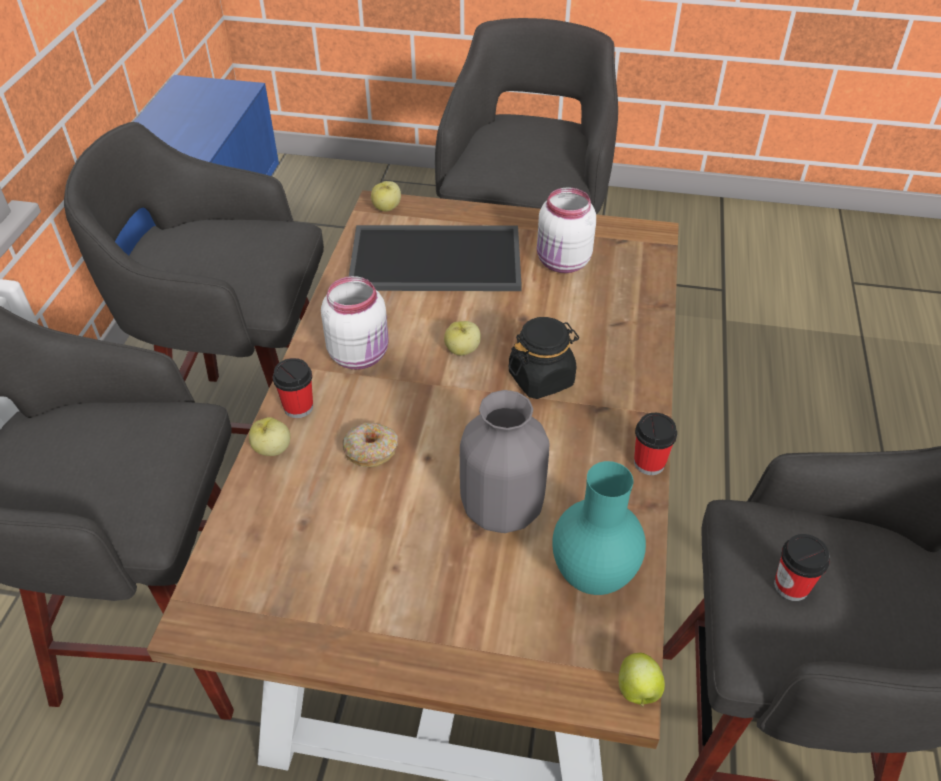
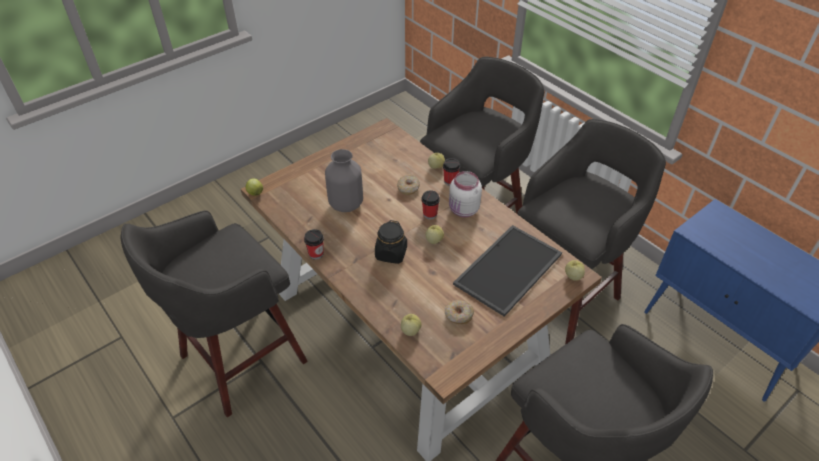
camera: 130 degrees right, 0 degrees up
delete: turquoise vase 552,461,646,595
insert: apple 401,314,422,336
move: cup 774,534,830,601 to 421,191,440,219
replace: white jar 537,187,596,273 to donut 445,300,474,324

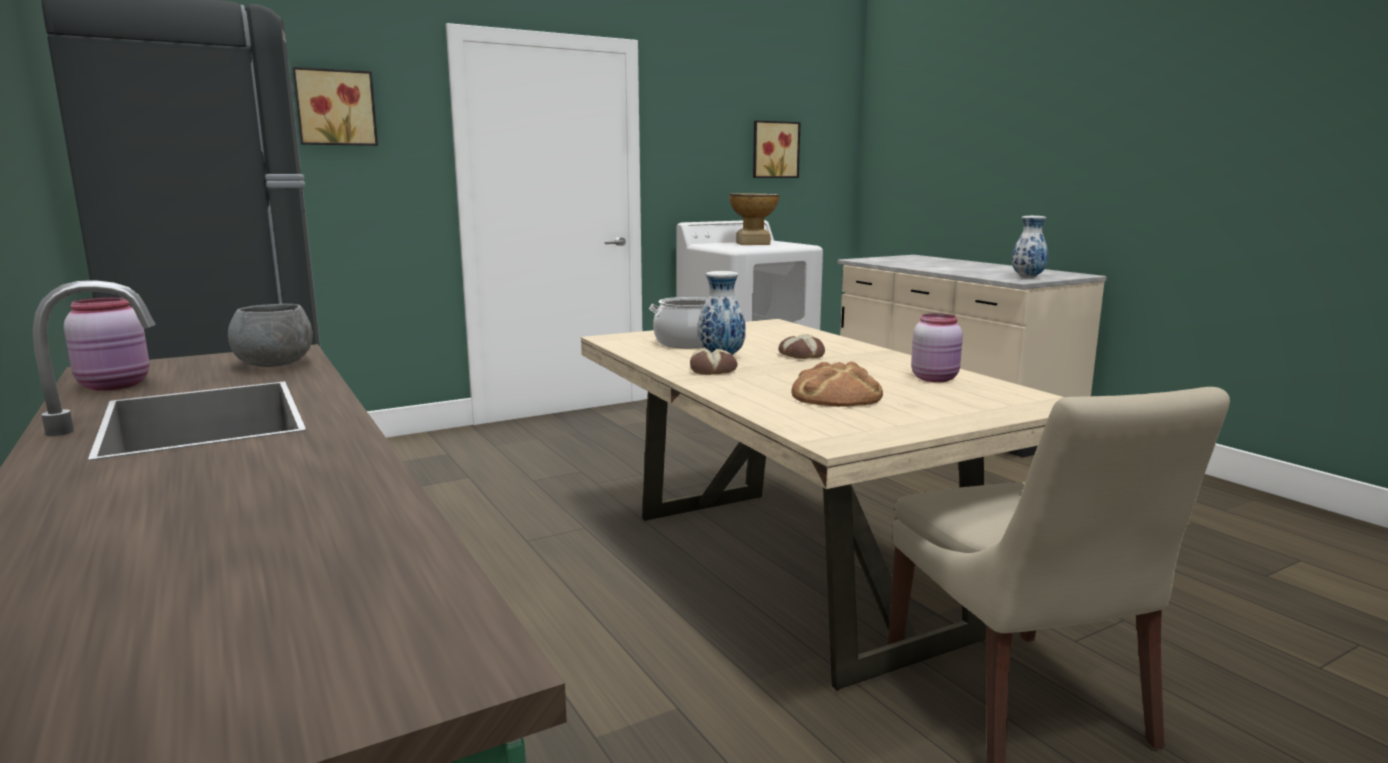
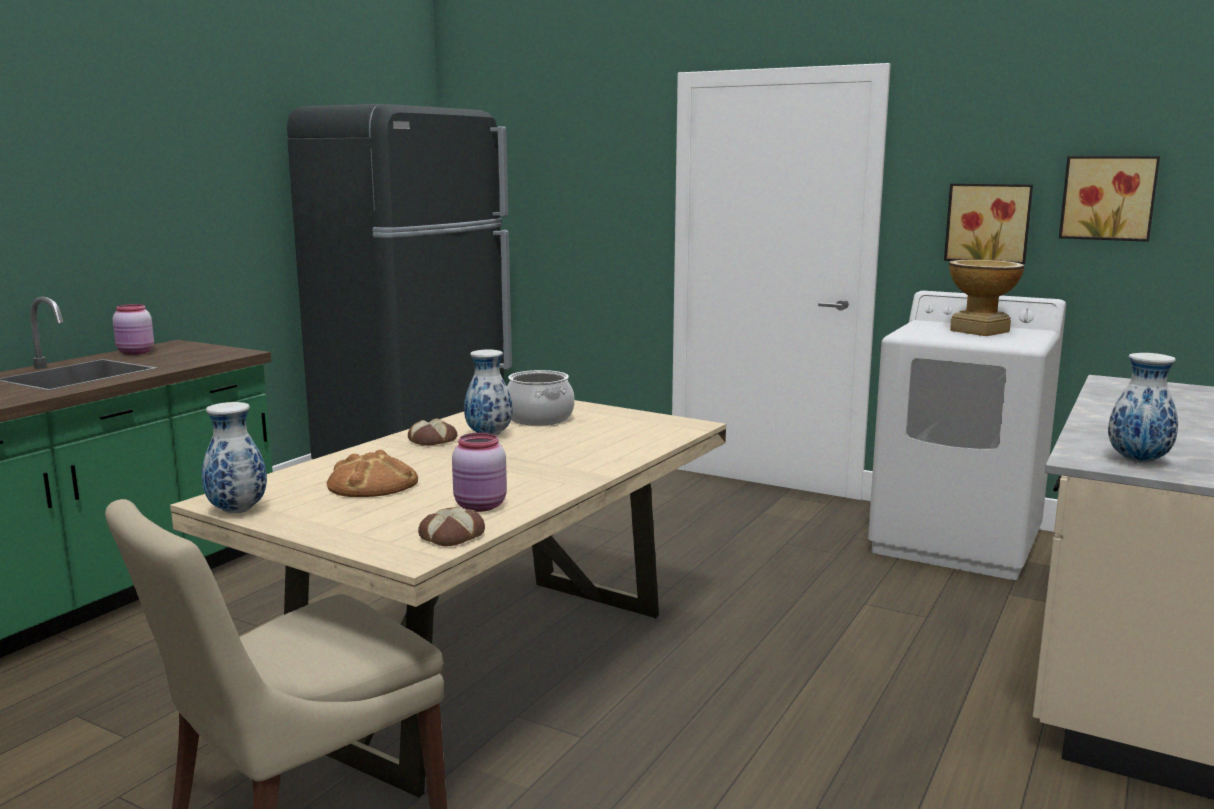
camera: 60 degrees right, 0 degrees up
delete: grey bowl 228,304,313,367
insert: vase 201,402,267,513
move: bread 778,334,825,359 to 418,507,485,546; picture 292,67,378,146 to 944,183,1033,265

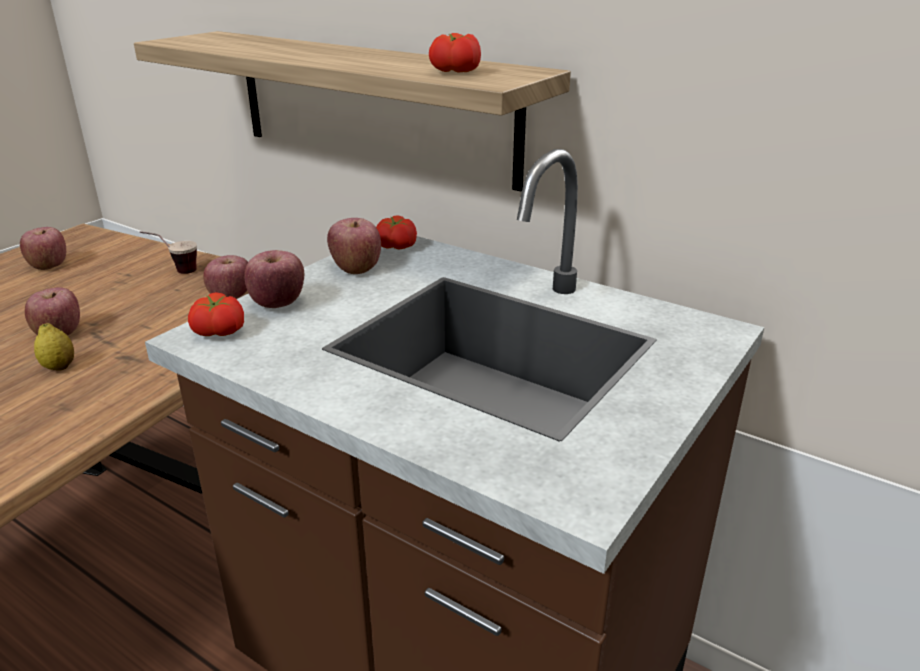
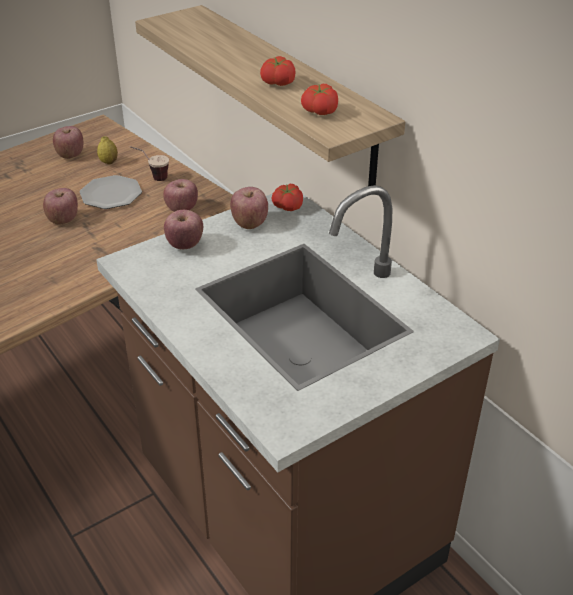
camera: 20 degrees right, 10 degrees up
insert: plate 80,175,142,209
move: lemon 34,324,74,371 to 97,136,118,164; tomato 188,292,244,336 to 260,56,296,86

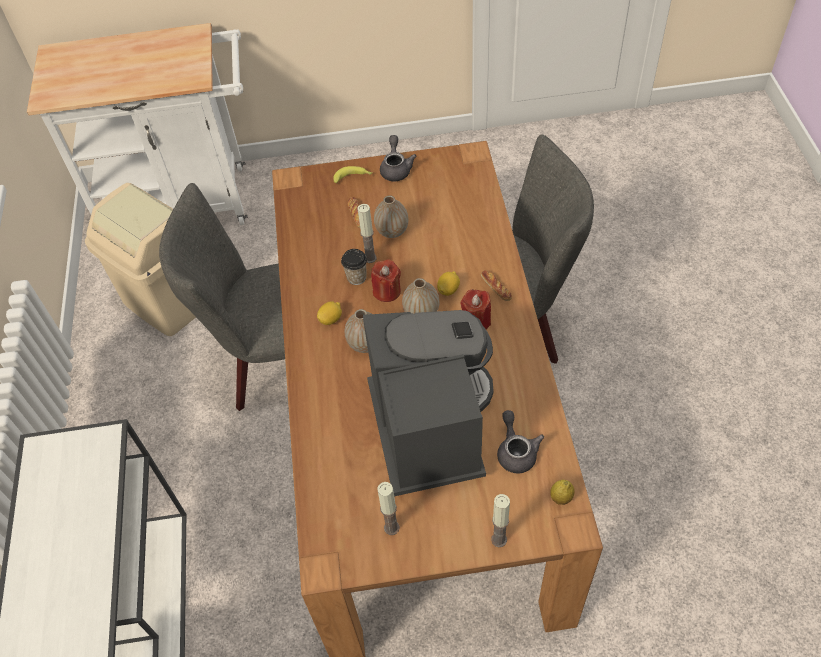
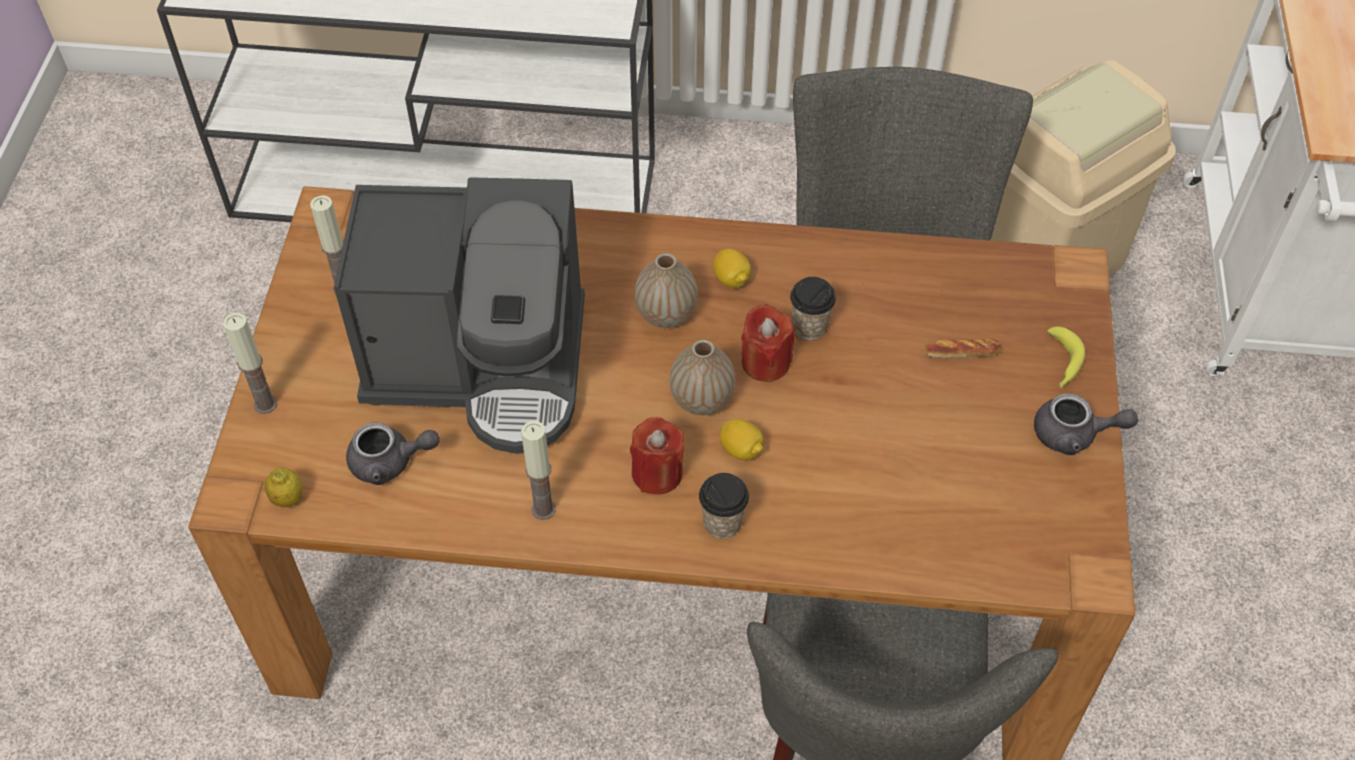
camera: 100 degrees right, 0 degrees up
delete: vase 374,195,408,238
move: candle 357,204,377,263 to 521,421,556,520
replace: bread 481,270,512,301 to cup 699,473,749,539

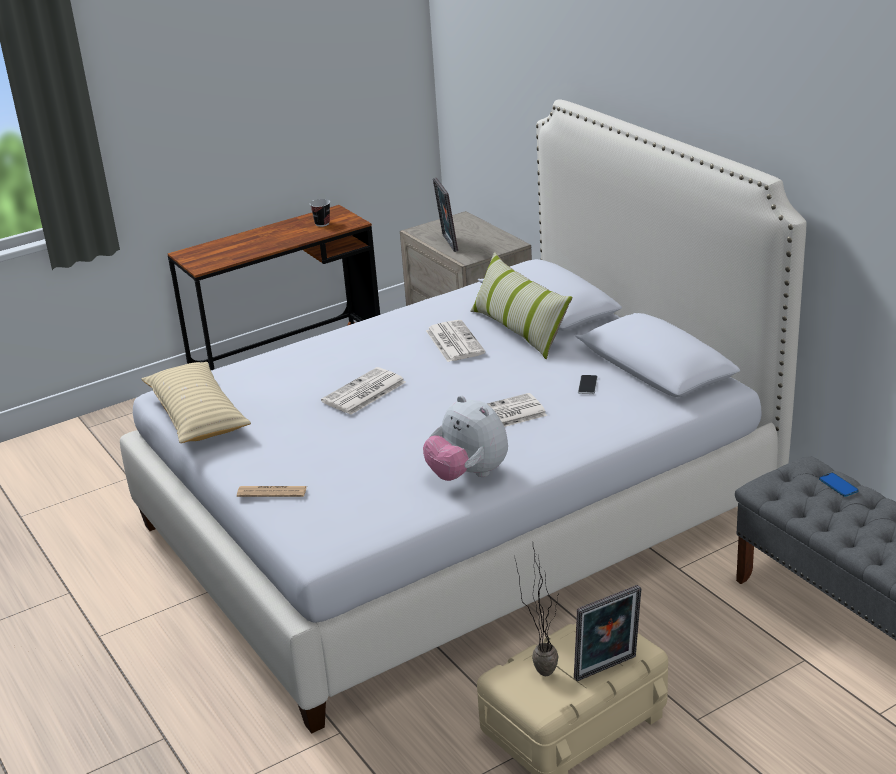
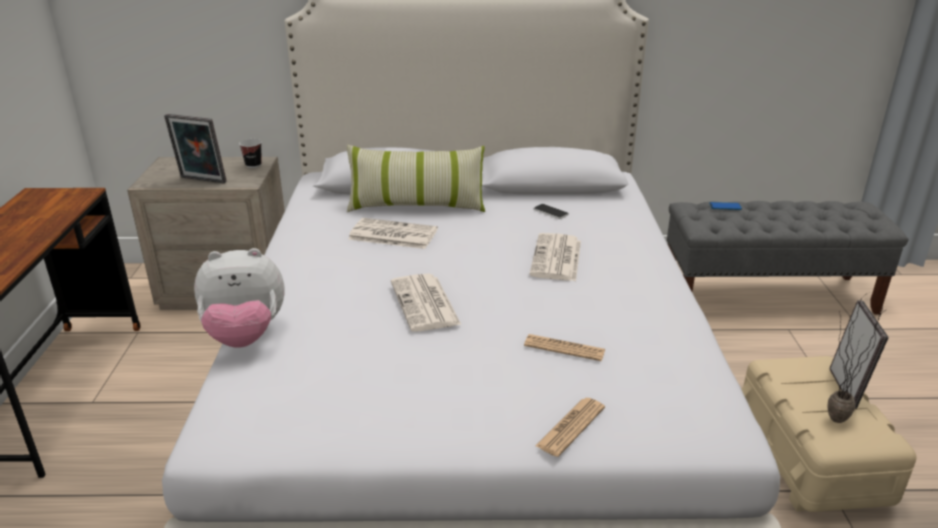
camera: 60 degrees left, 0 degrees up
delete: beige pillow 141,362,251,443
insert: newspaper 524,334,606,361
move: plush toy 423,395,508,481 to 194,248,285,348; cup 310,199,330,227 to 239,139,262,168

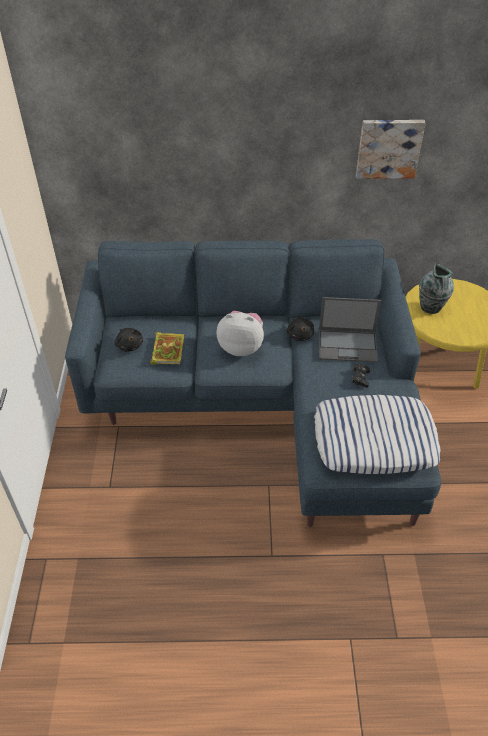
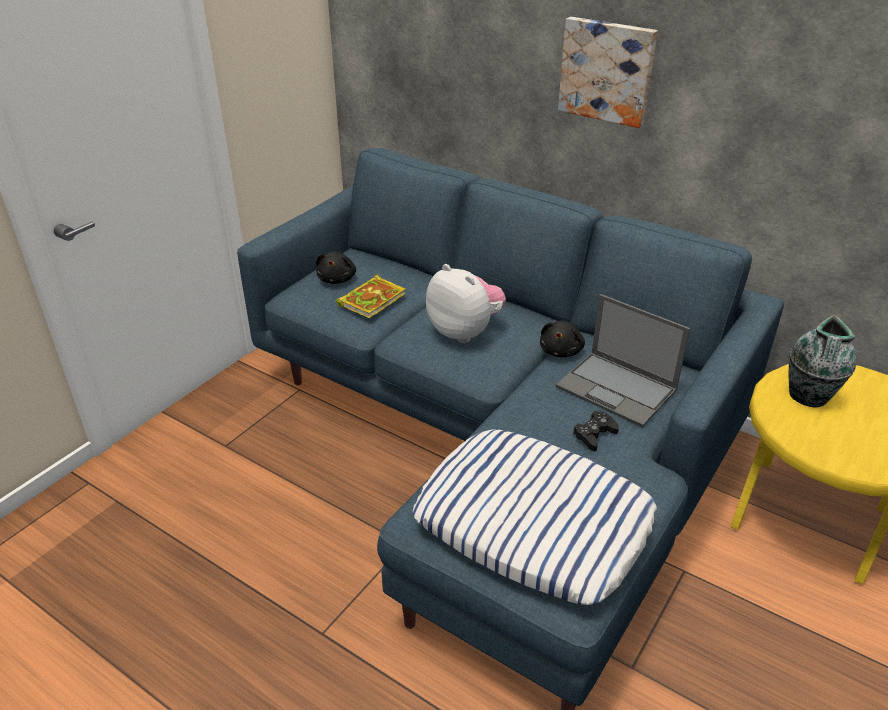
camera: 35 degrees right, 10 degrees down
move: picture 356,120,426,179 to 558,17,658,128

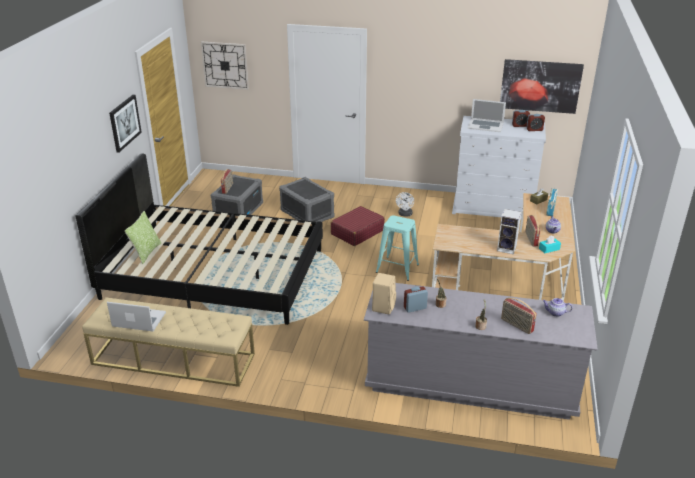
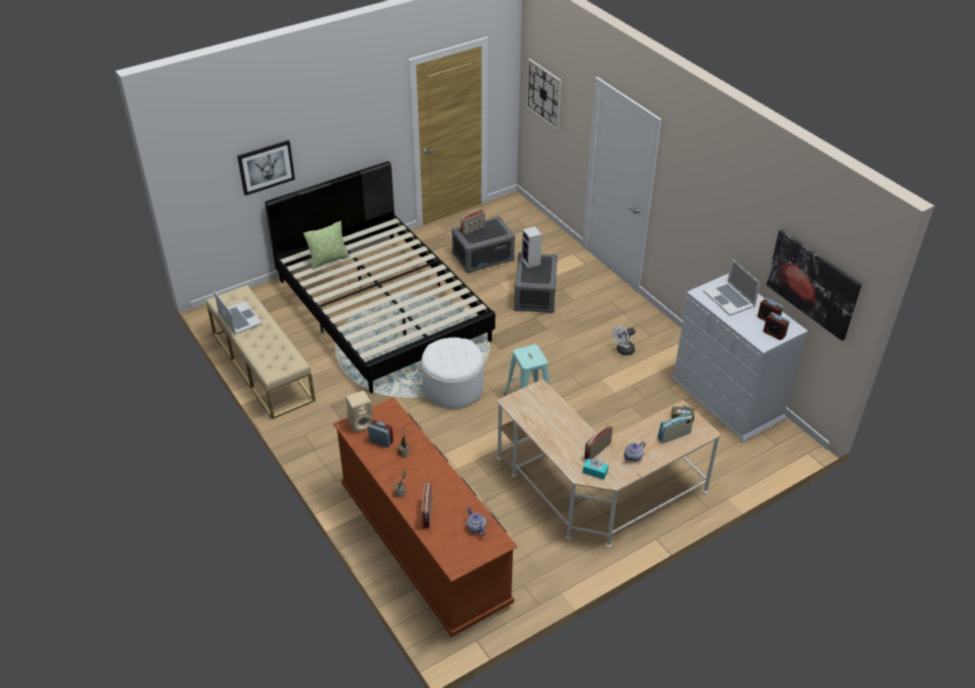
camera: 45 degrees right, 10 degrees up
delete: red suitcase 331,206,385,246
insert: white ottoman 421,337,484,409
move: picture 109,94,142,153 to 237,140,295,196; speaker 497,209,521,255 to 521,226,542,268
recolor: grey dresser 364,283,598,420 to brown dresser 333,397,517,637

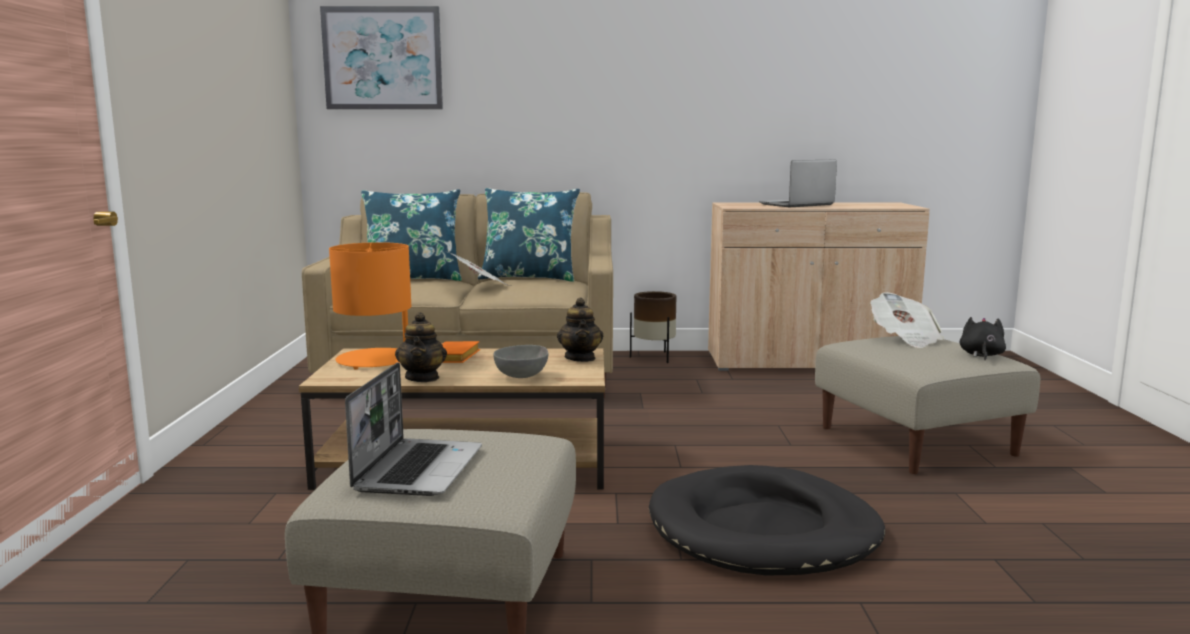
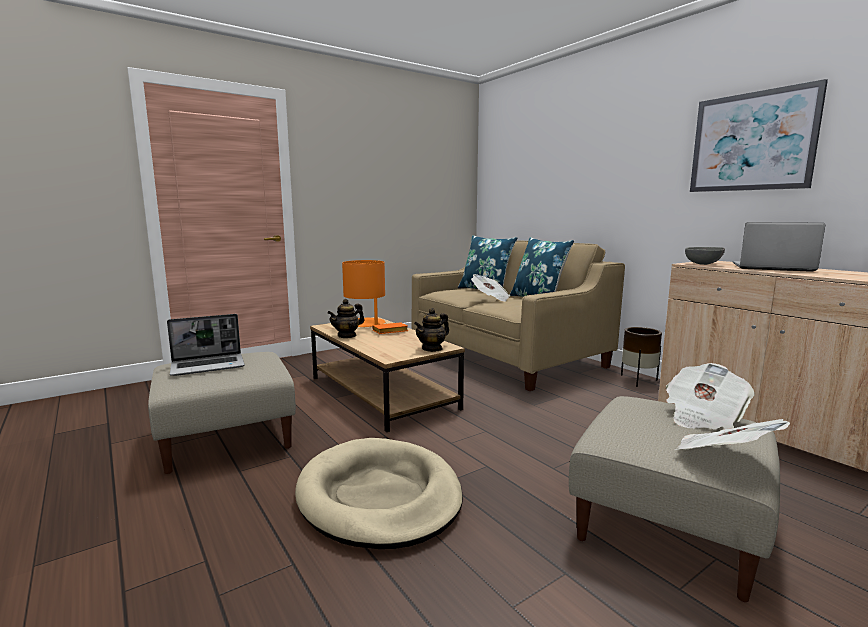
camera: 55 degrees right, 0 degrees up
move: grey bowl 493,345,549,378 to 685,247,725,265; picture 320,6,443,109 to 690,79,828,192
replace: black plush toy 960,317,1006,360 to newspaper 674,419,790,450
recolor: black dog bed 649,465,885,576 to beige dog bed 295,438,463,549

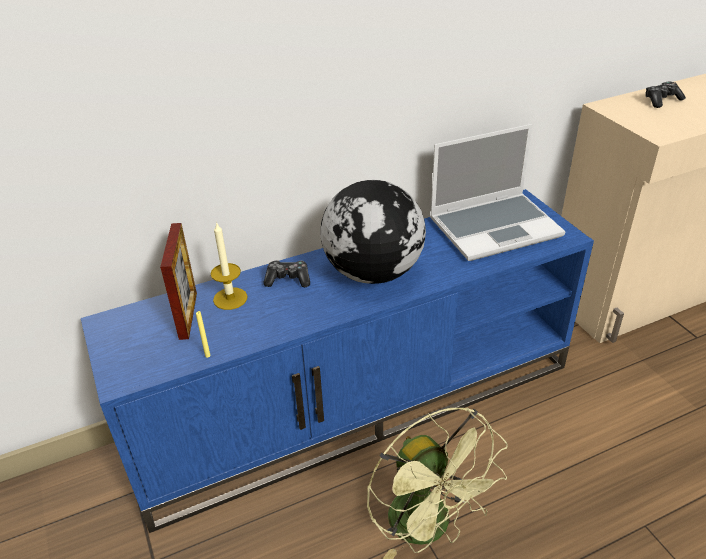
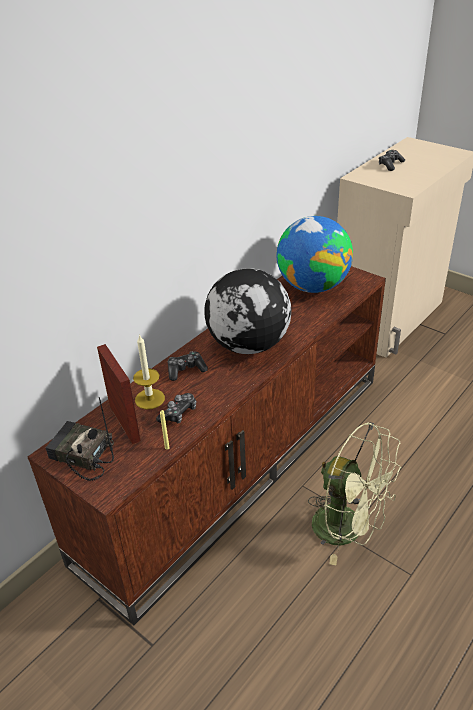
camera: 25 degrees left, 0 degrees up
insert: radio 46,397,114,481; game controller 156,393,197,423
replace: laptop 430,124,566,261 to globe 276,216,353,293
recolor: blue tv stand 81,189,594,533 to brown tv stand 28,266,386,625

